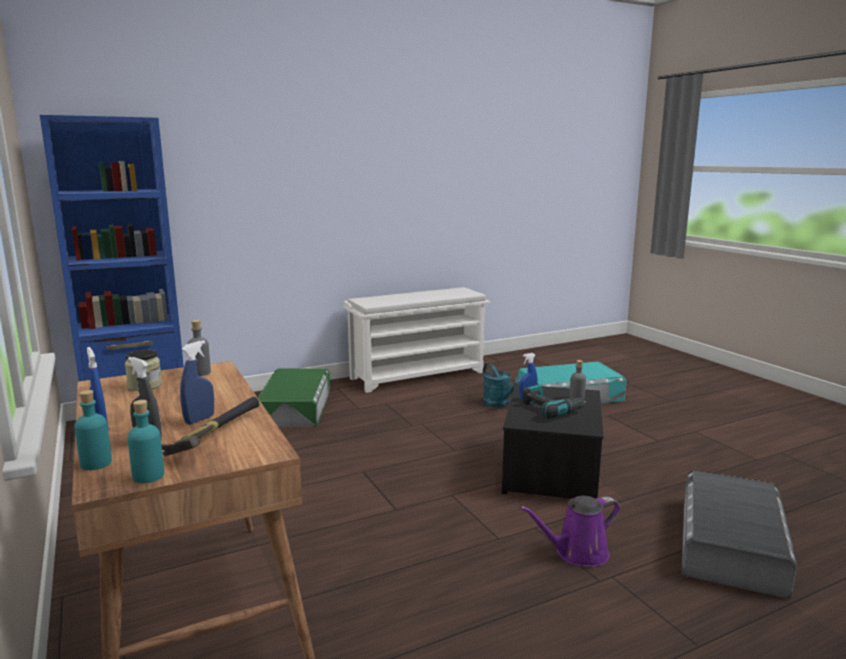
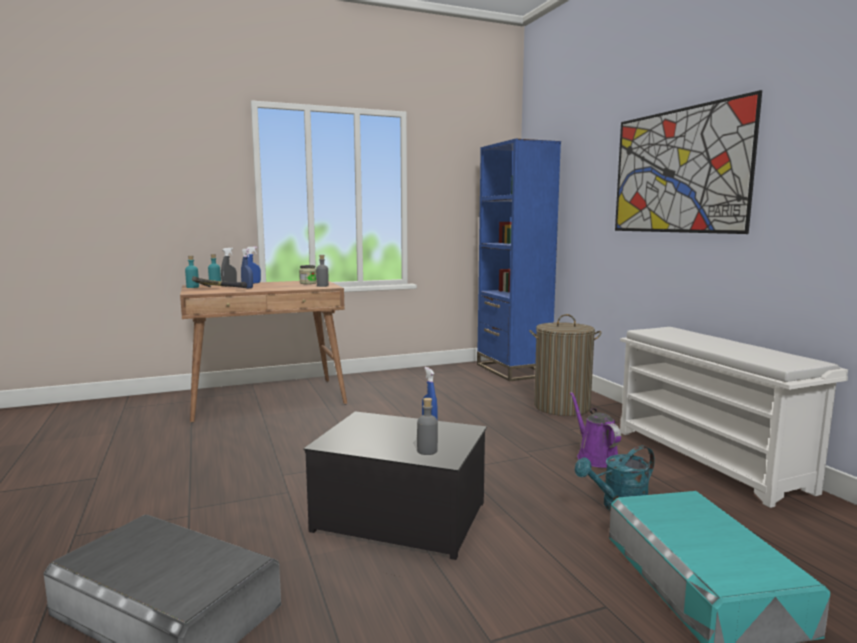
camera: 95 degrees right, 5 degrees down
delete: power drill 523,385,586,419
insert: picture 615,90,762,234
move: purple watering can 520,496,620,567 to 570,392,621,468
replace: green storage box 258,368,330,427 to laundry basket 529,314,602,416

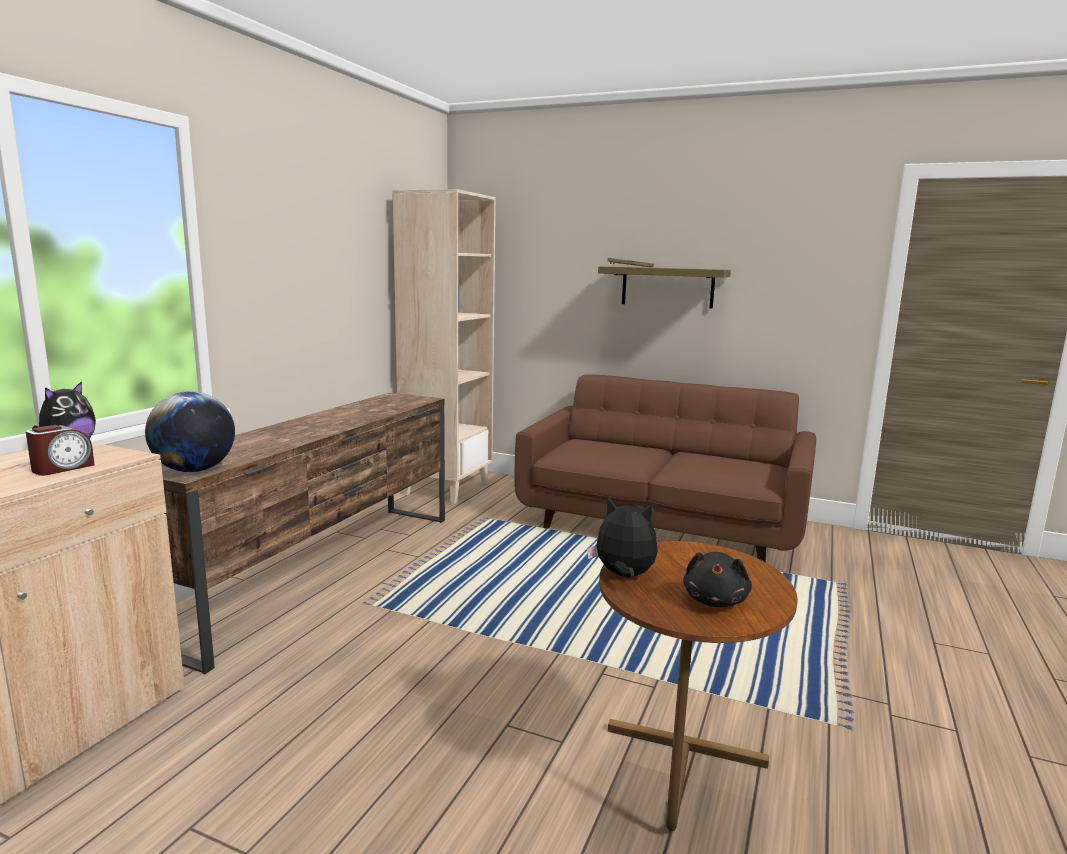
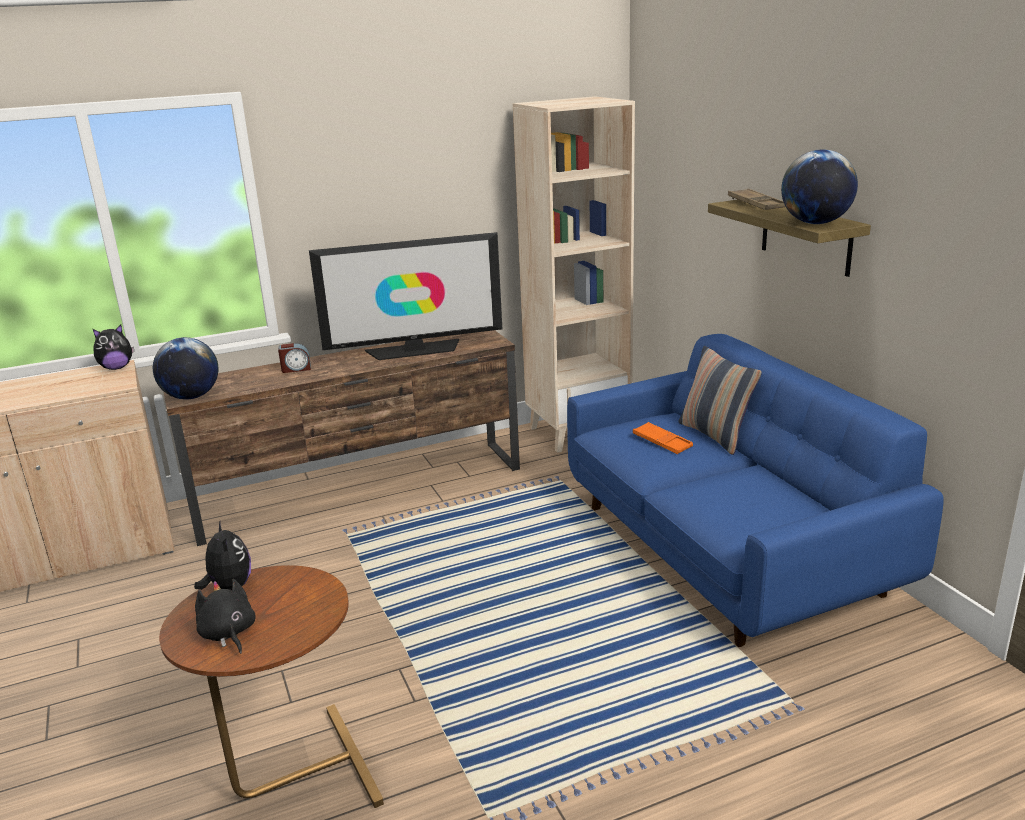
camera: 45 degrees right, 10 degrees up
insert: television 309,232,502,360; orange tray 633,422,693,454; pillow 679,346,762,455; globe 781,150,858,224
move: alarm clock 26,425,95,476 to 278,343,311,373
recolor: brown sofa 514,374,816,562 to blue sofa 567,334,944,647
rotate: black plush toy 683,552,752,607 = 195,579,256,654 90 degrees clockwise

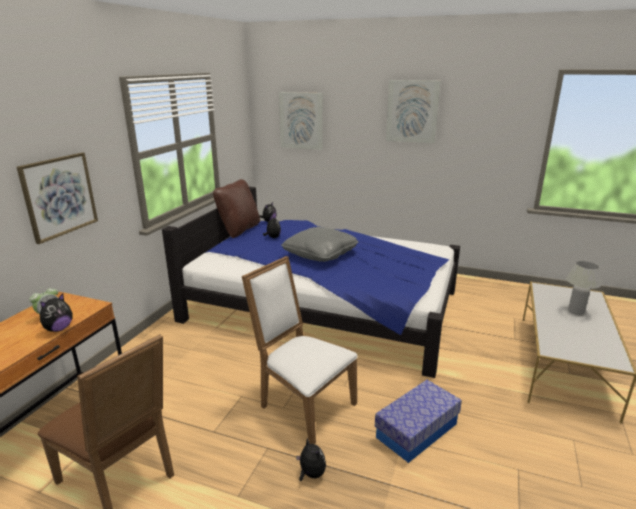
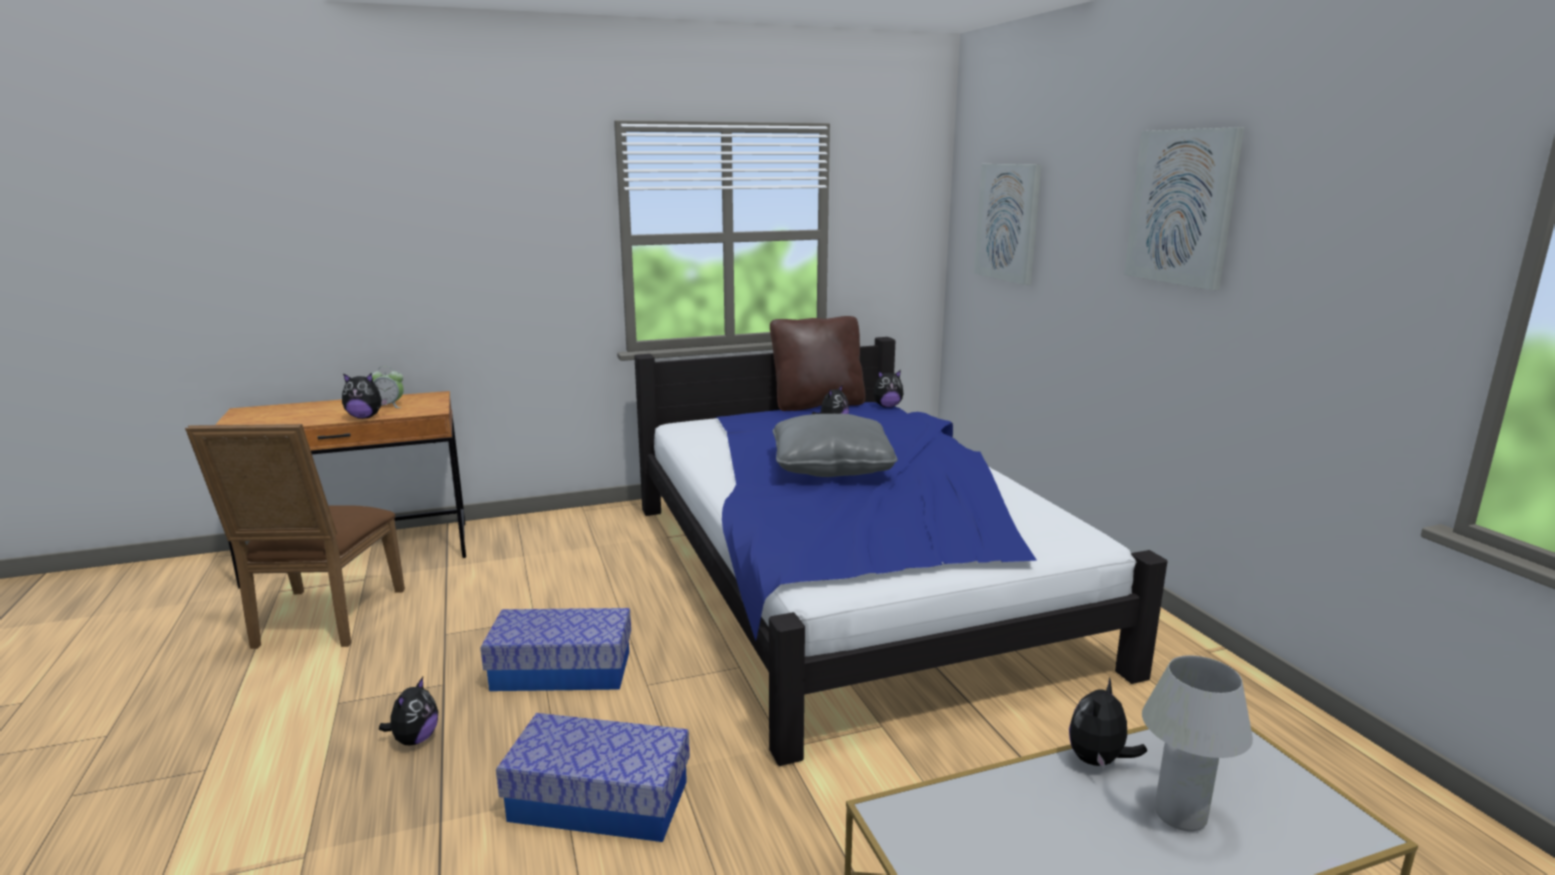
camera: 50 degrees right, 5 degrees down
delete: picture 17,152,98,244
insert: plush toy 1069,677,1147,770
replace: white chair 242,256,357,444 to storage box 480,608,631,691

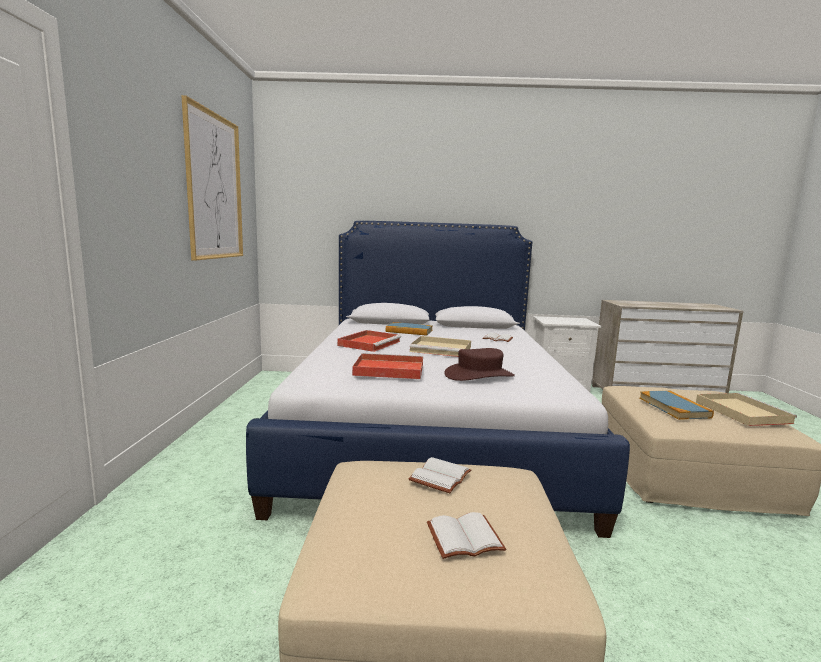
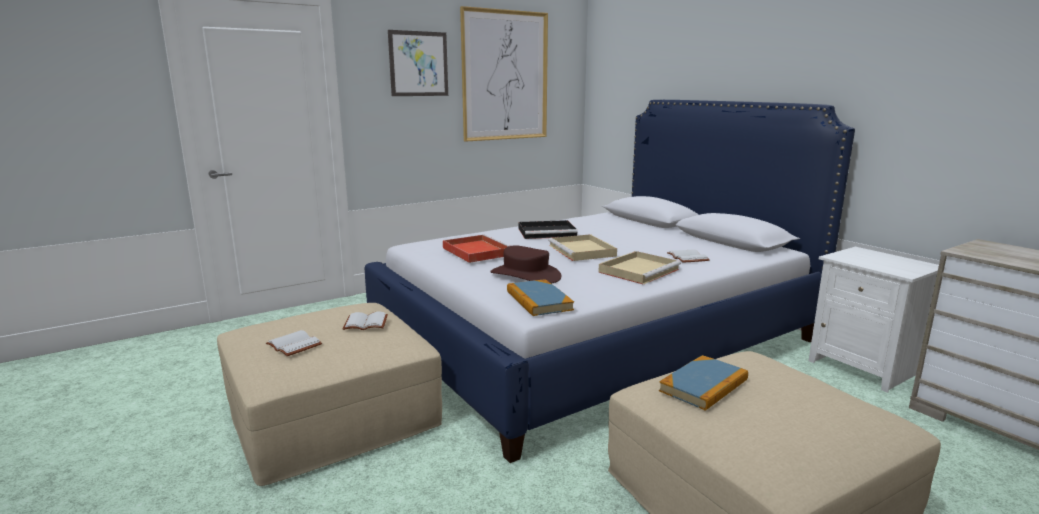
camera: 55 degrees right, 5 degrees up
insert: picture 388,30,448,96
move: book 386,322,432,336 to 507,279,574,316; beige tray 696,393,797,426 to 598,251,681,285
recolor: red tray 337,330,401,352 to black tray 519,220,578,239

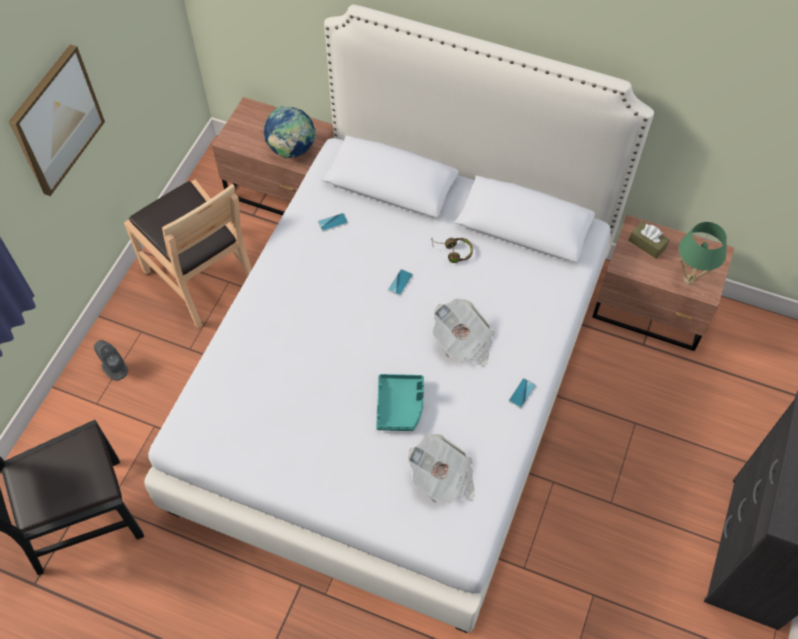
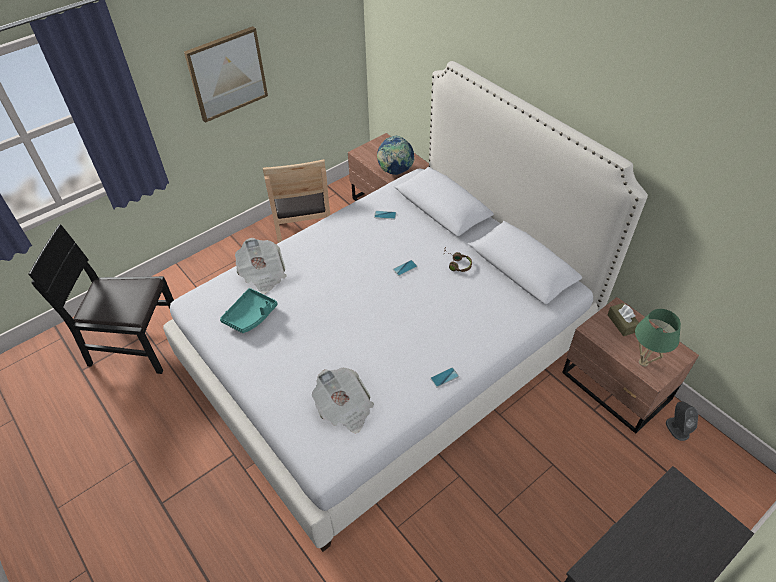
camera: 30 degrees right, 10 degrees down
move: turquoise tray 376,374,424,431 to 220,288,278,333; newspaper 433,299,494,366 to 235,238,287,294; grey speaker 94,340,128,381 to 666,401,698,441

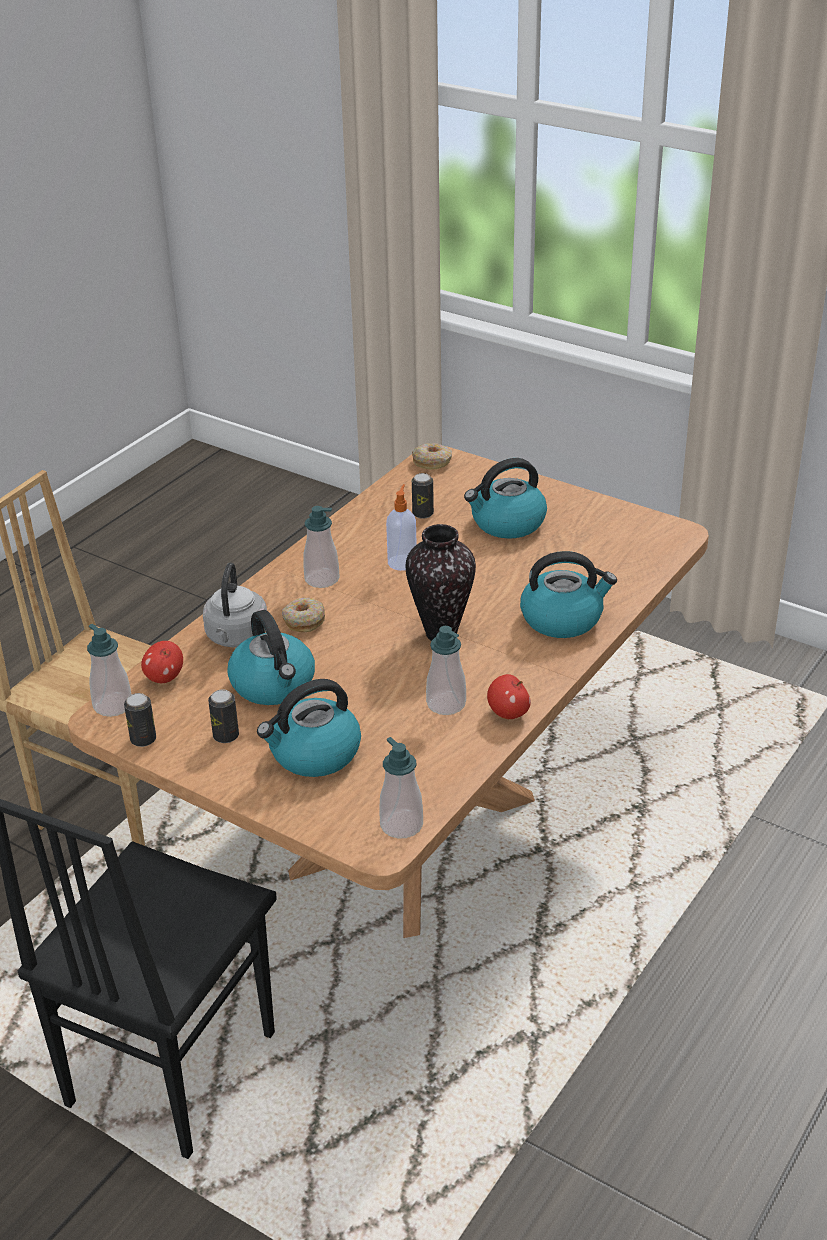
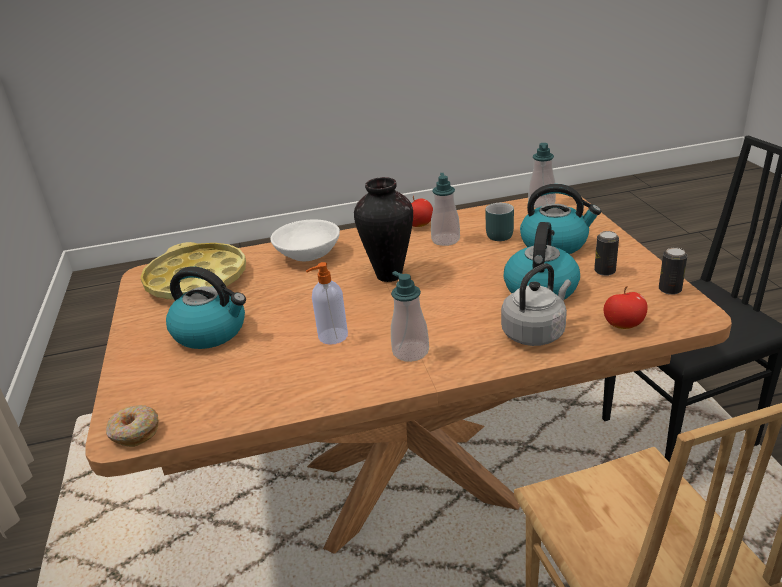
camera: 135 degrees left, 5 degrees down
delete: soap dispenser 87,624,132,717; donut 282,598,325,632; can 412,473,434,519
insert: yellow tray 140,242,246,300; turquoise mug 485,203,514,241
replace: kettle 520,551,617,638 to white bowl 270,219,340,261

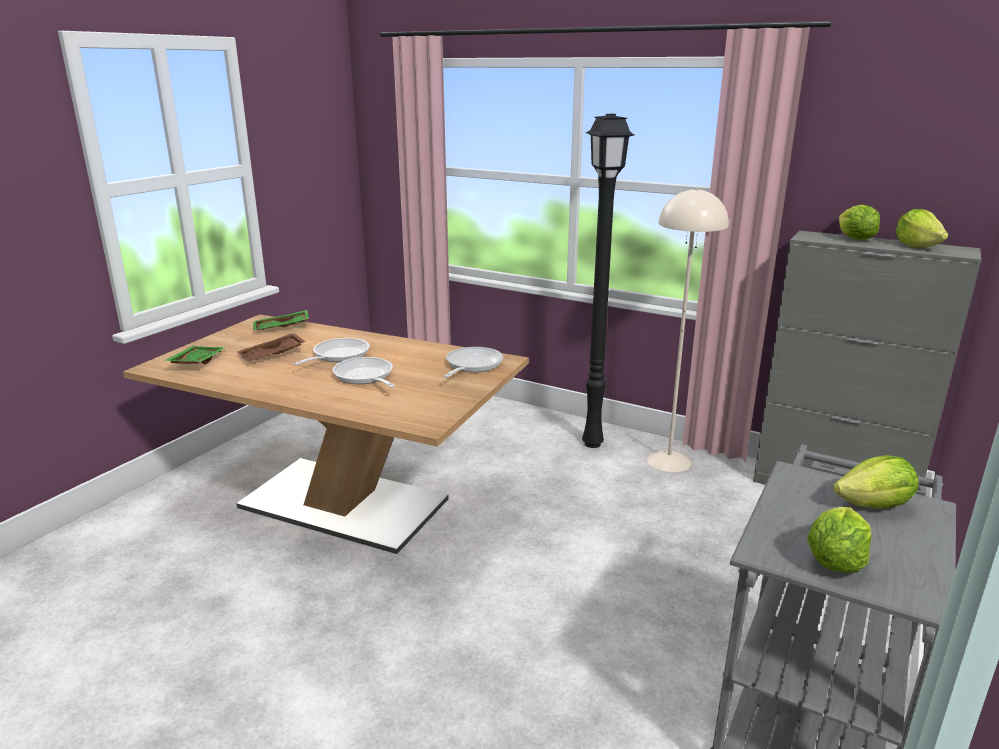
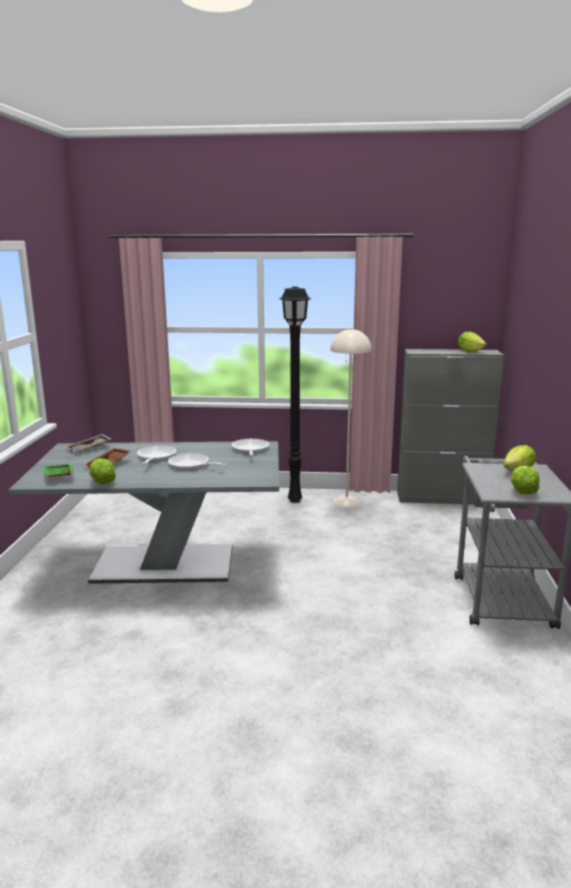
camera: 25 degrees left, 5 degrees down
move: lettuce 839,205,880,240 to 89,458,116,484
recolor: brown dining table 123,314,529,554 to grey dining table 9,441,279,584; green tray 253,310,309,330 to grey tray 66,434,112,452

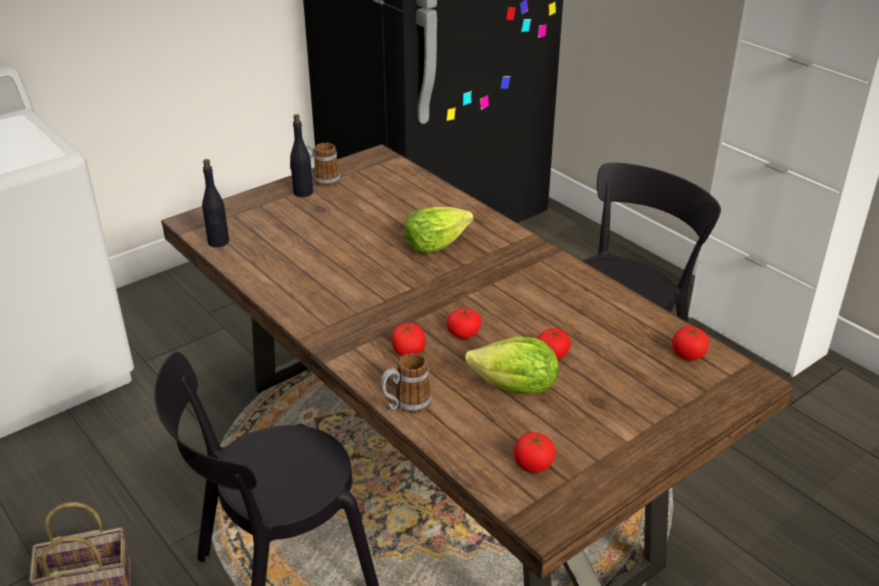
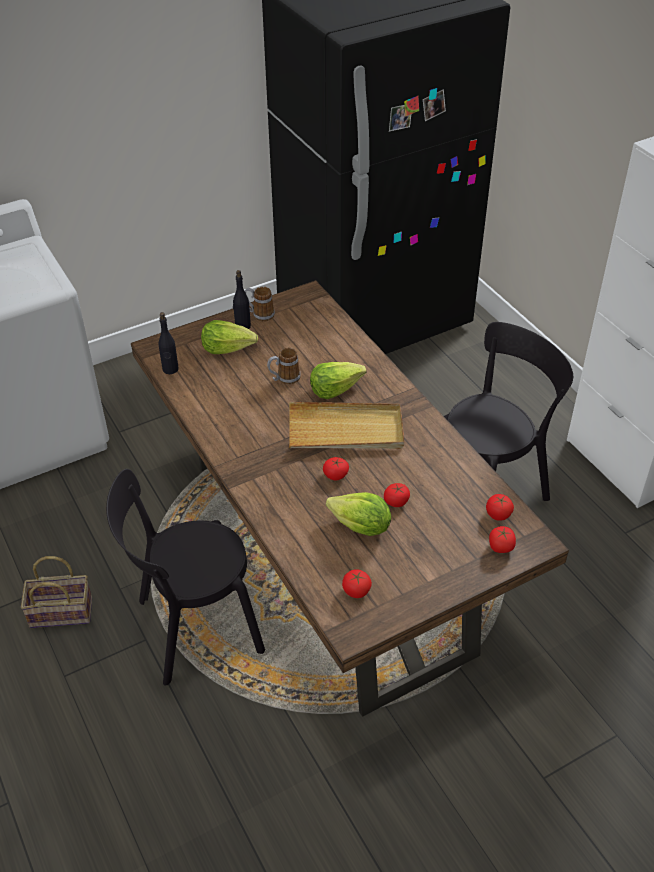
camera: 10 degrees right, 10 degrees up
insert: lettuce 201,320,258,354; beige tray 289,402,404,449
move: mug 380,353,432,413 to 267,348,301,384; tomato 391,323,426,356 to 489,526,516,553

